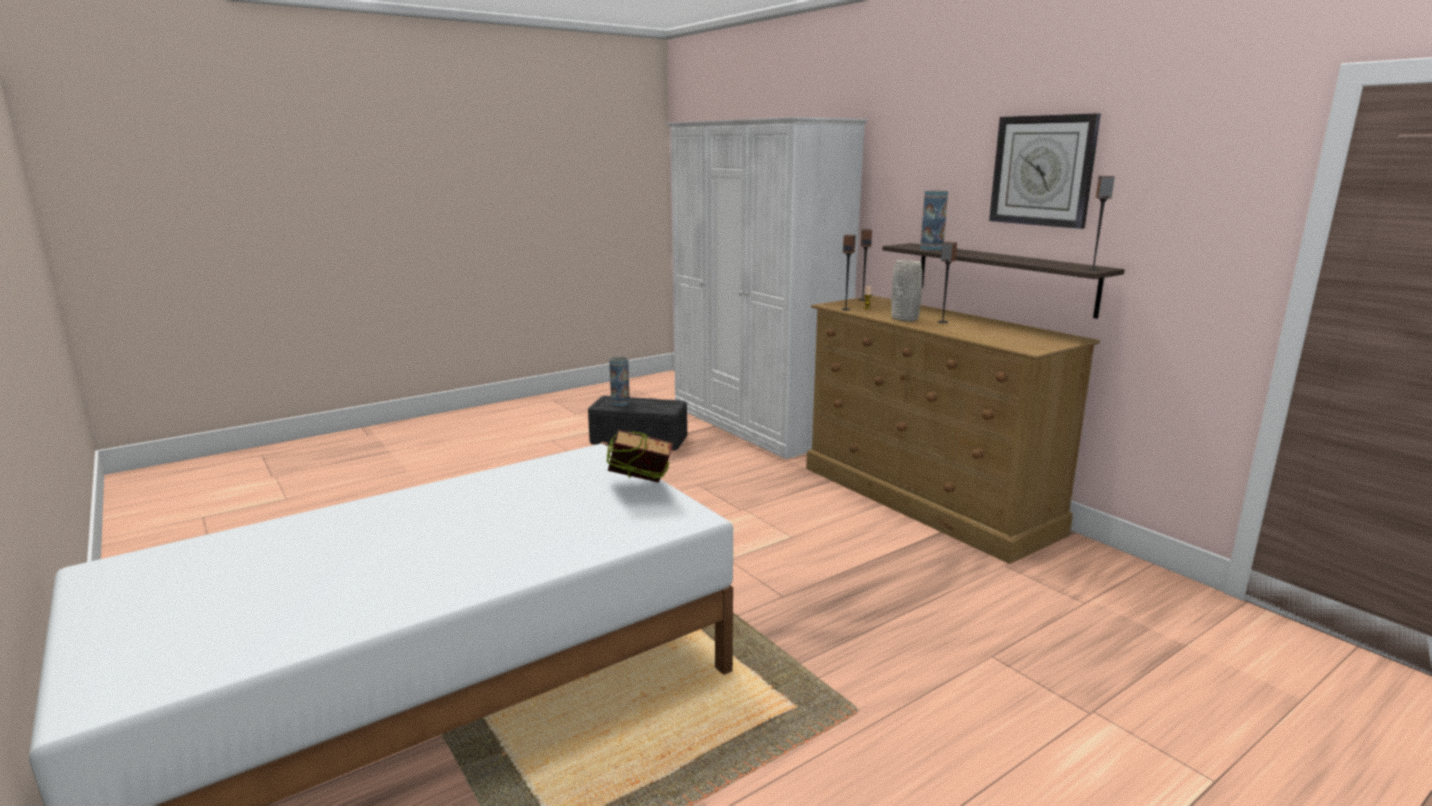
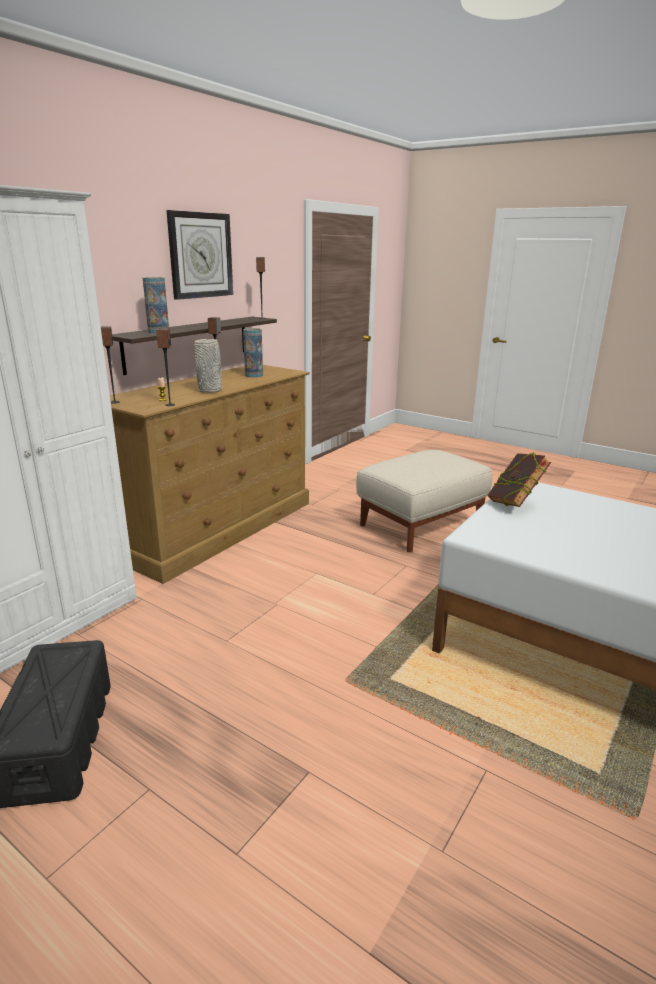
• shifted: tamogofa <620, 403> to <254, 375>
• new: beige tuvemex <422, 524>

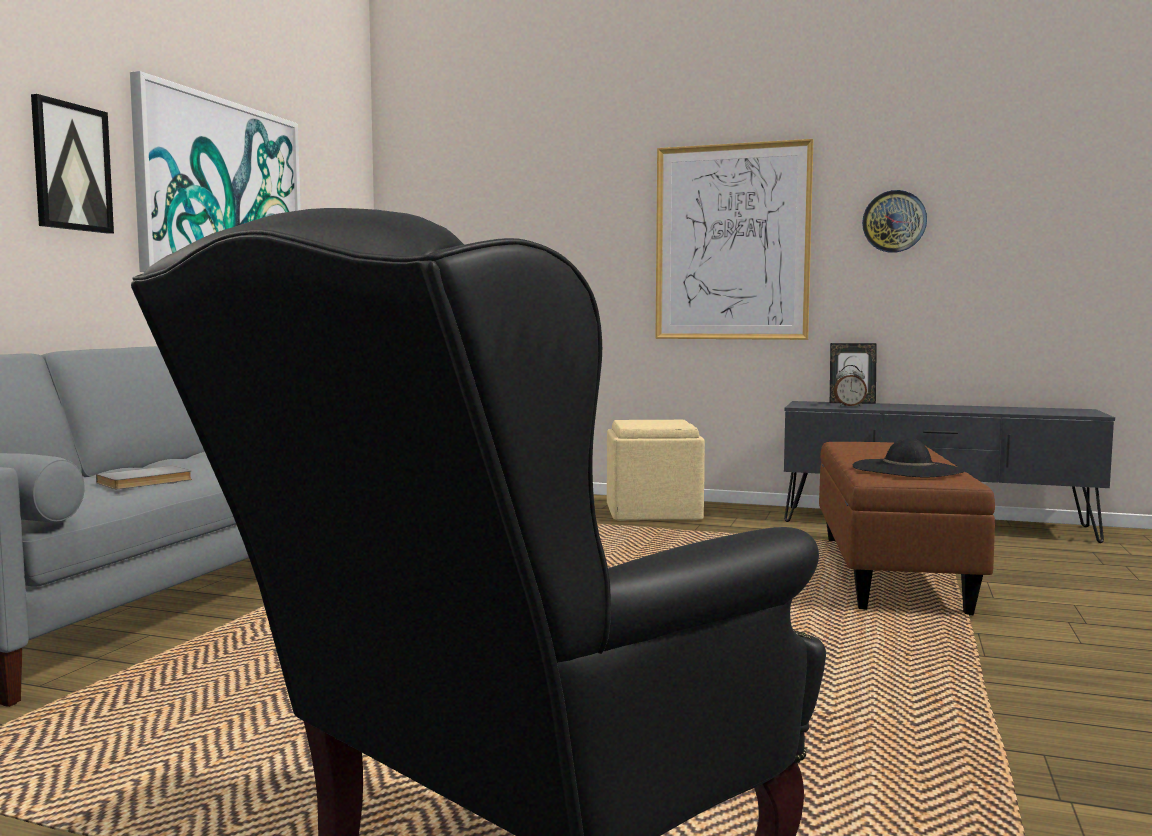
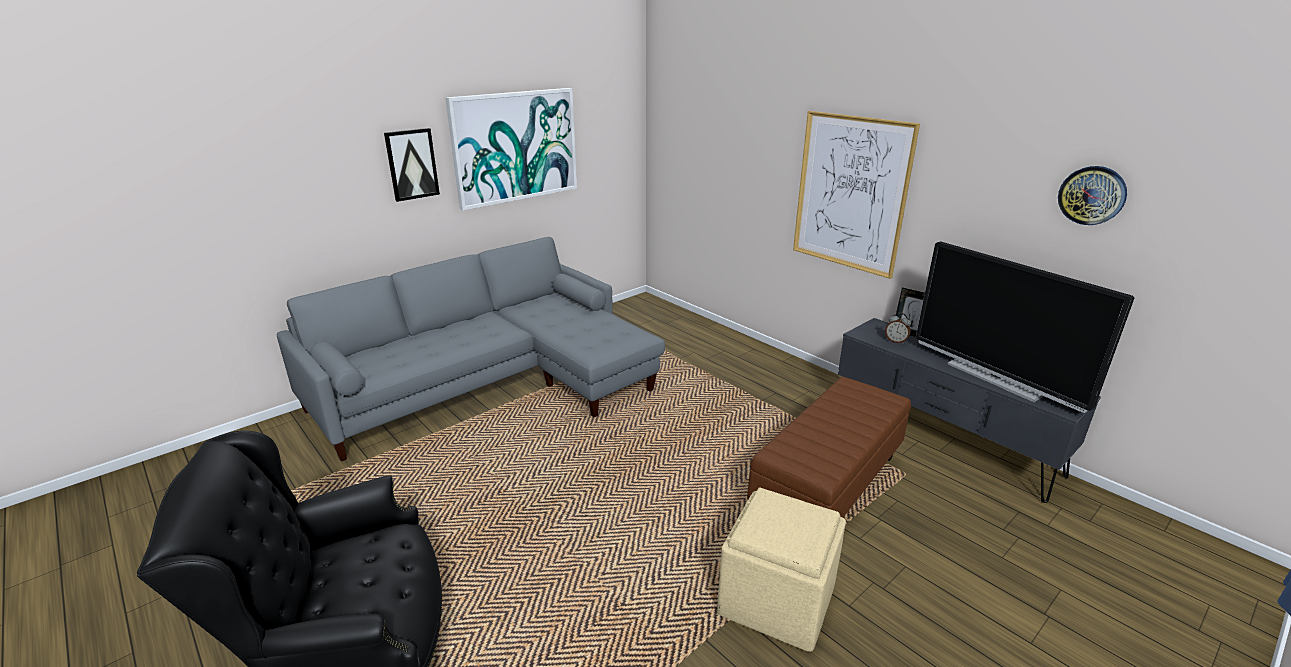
• shifted: beige tuvemex <652, 512> to <776, 597>
• new: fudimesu <996, 378>
• shifted: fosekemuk <894, 221> to <1092, 195>
• gone: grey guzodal <146, 481>
• gone: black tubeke <907, 469>

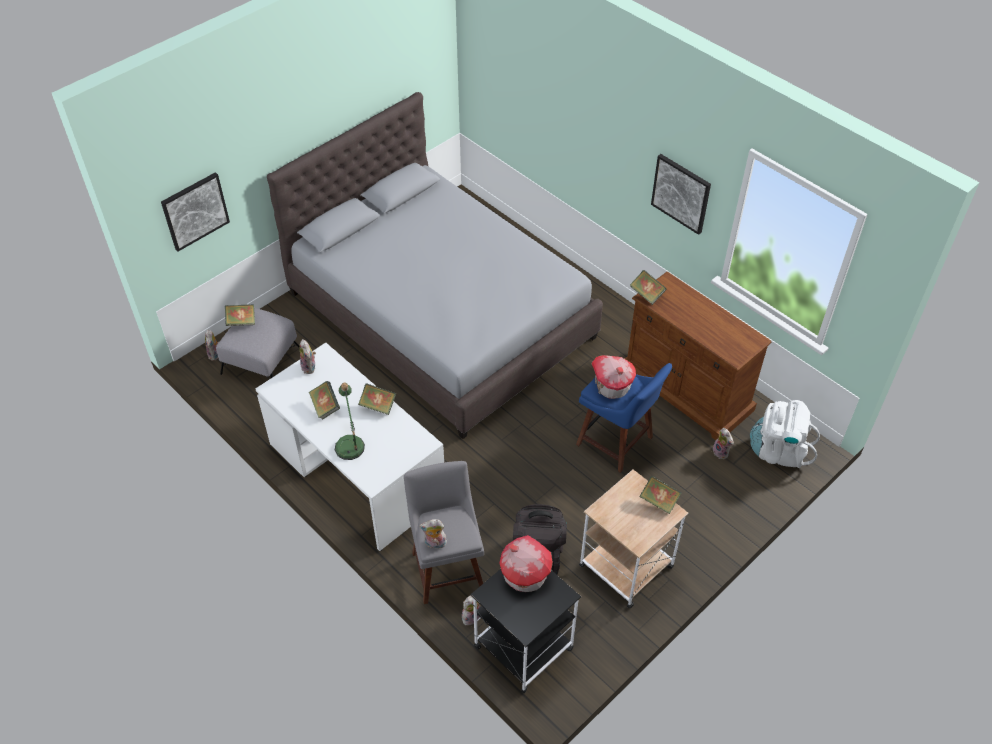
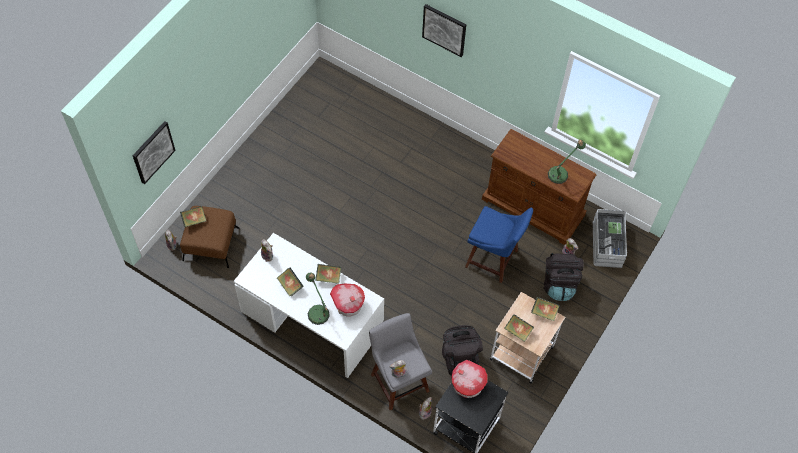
• repainted: grey tuvemex <262, 361> to brown tuvemex <211, 243>
• shifted: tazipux <612, 386> to <348, 305>
• shifted: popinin <681, 193> to <444, 29>
• shifted: guzodal <646, 294> to <518, 331>
• new: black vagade <559, 284>
• new: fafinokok <561, 173>
• swapped: white vagade <778, 451> to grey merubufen <608, 244>
• gone: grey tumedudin <441, 314>

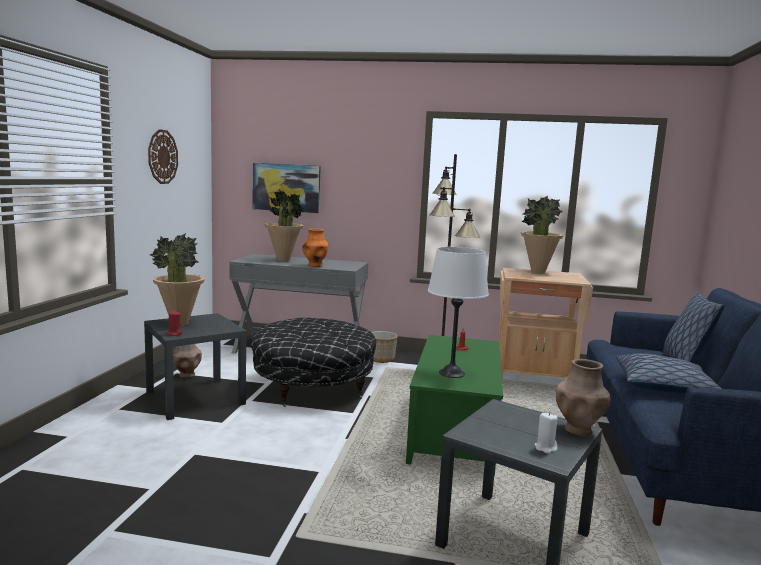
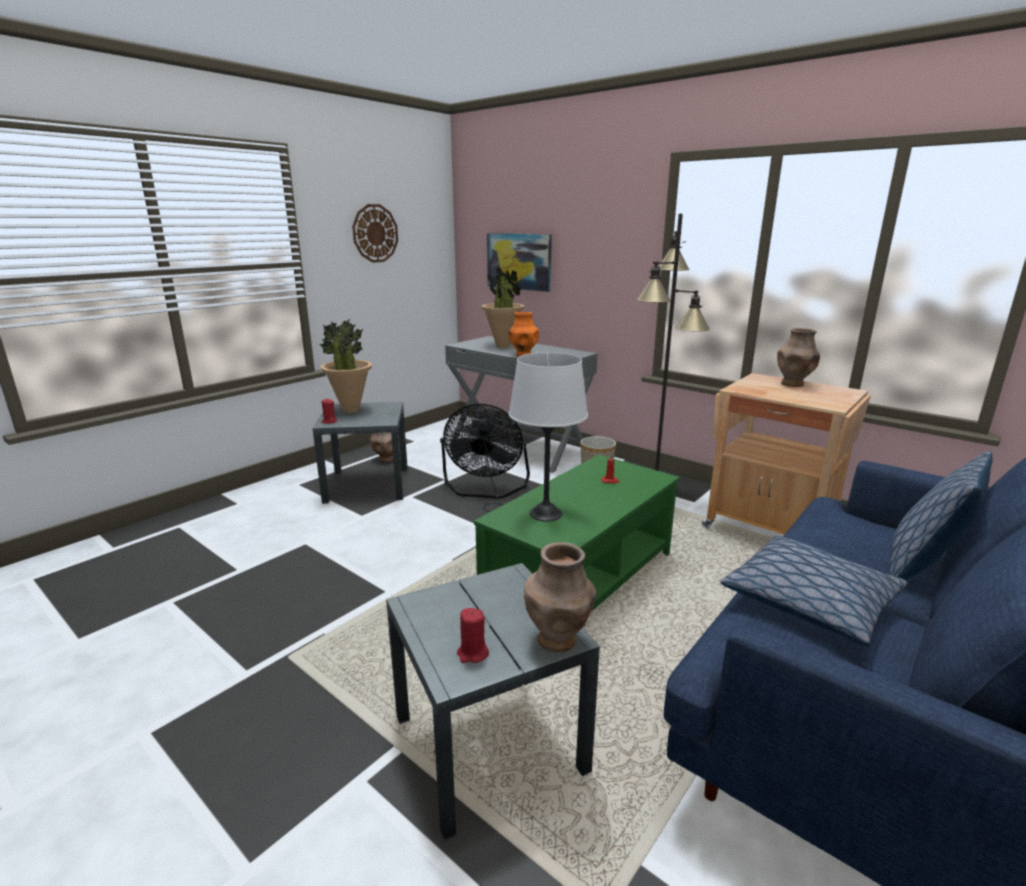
• swapped: black tuvemex <313, 387> to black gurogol <485, 492>
• repainted: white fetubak <545, 448> to red fetubak <472, 653>
• swapped: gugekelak <537, 272> to brown tamogofa <793, 384>

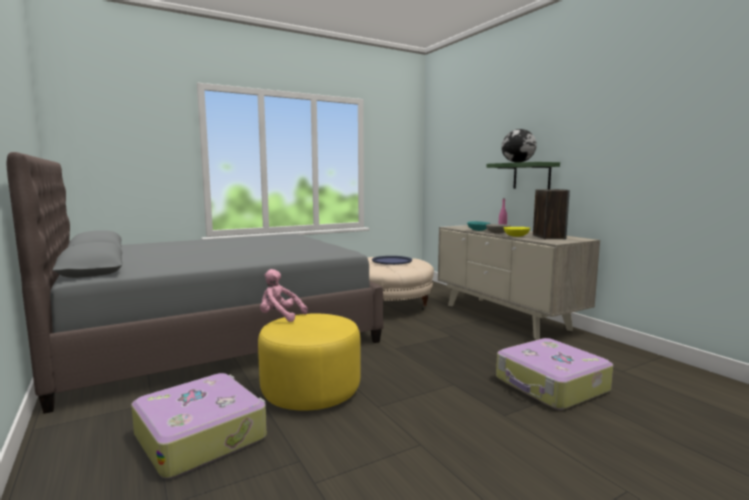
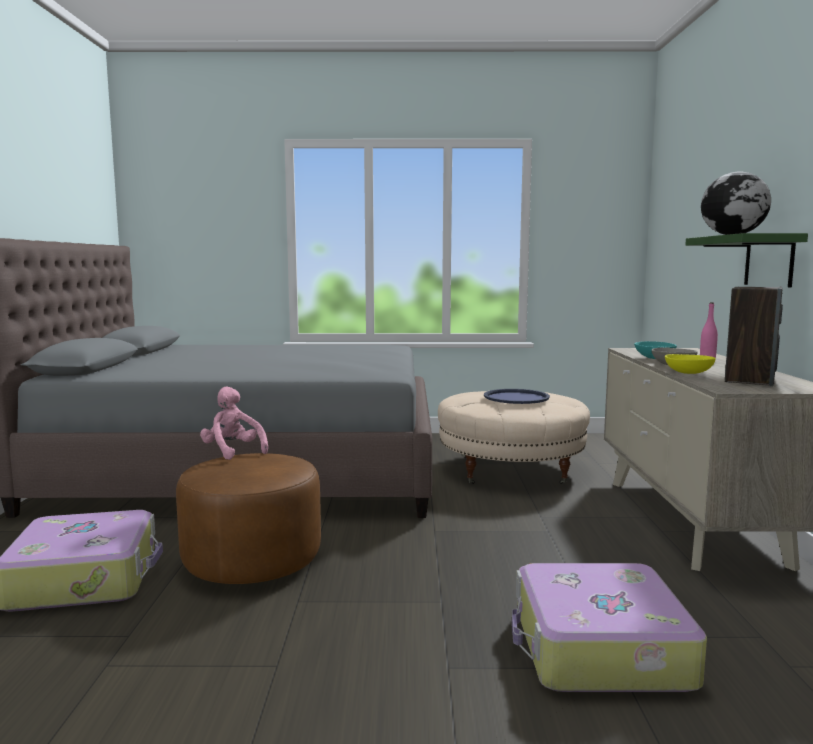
• repainted: yellow tuvemex <311, 391> to brown tuvemex <252, 560>

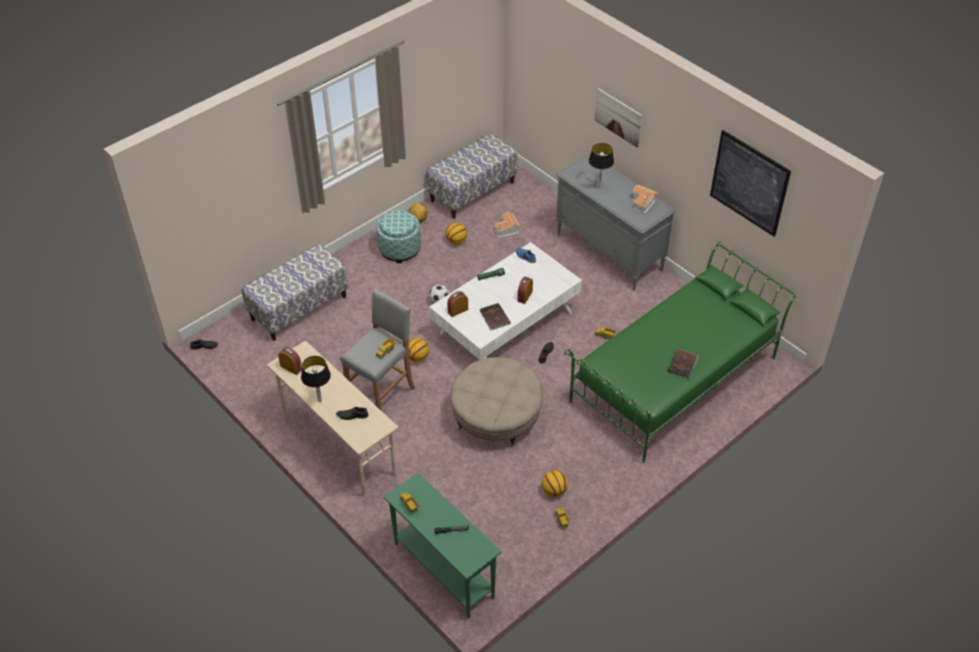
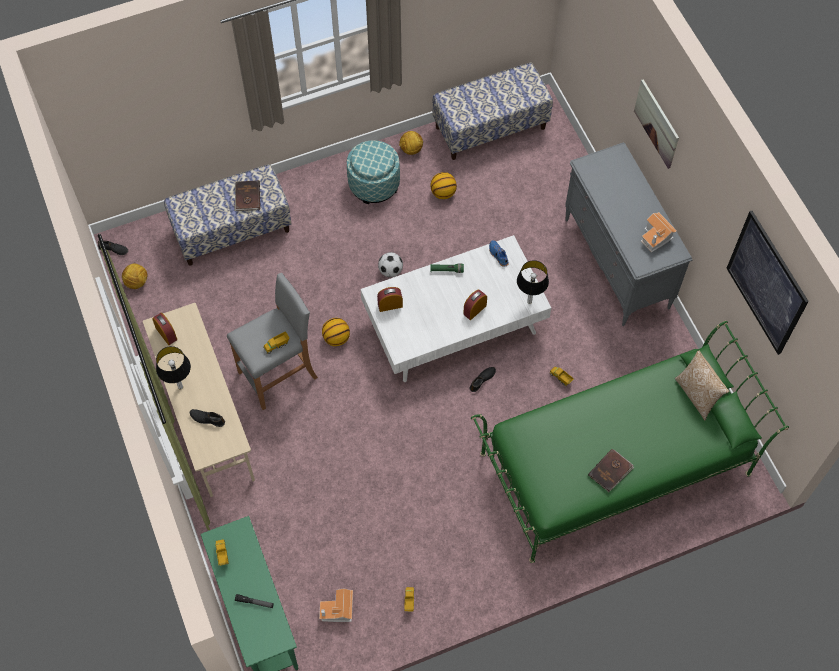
• new: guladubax <137, 282>
• shifted: brown guzodal <494, 318> to <247, 197>
• shifted: tazipux <507, 230> to <338, 611>
• shifted: fafinokok <599, 186> to <529, 302>
• new: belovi <697, 395>
• gone: beige tuvemex <496, 417>
• gone: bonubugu <554, 491>

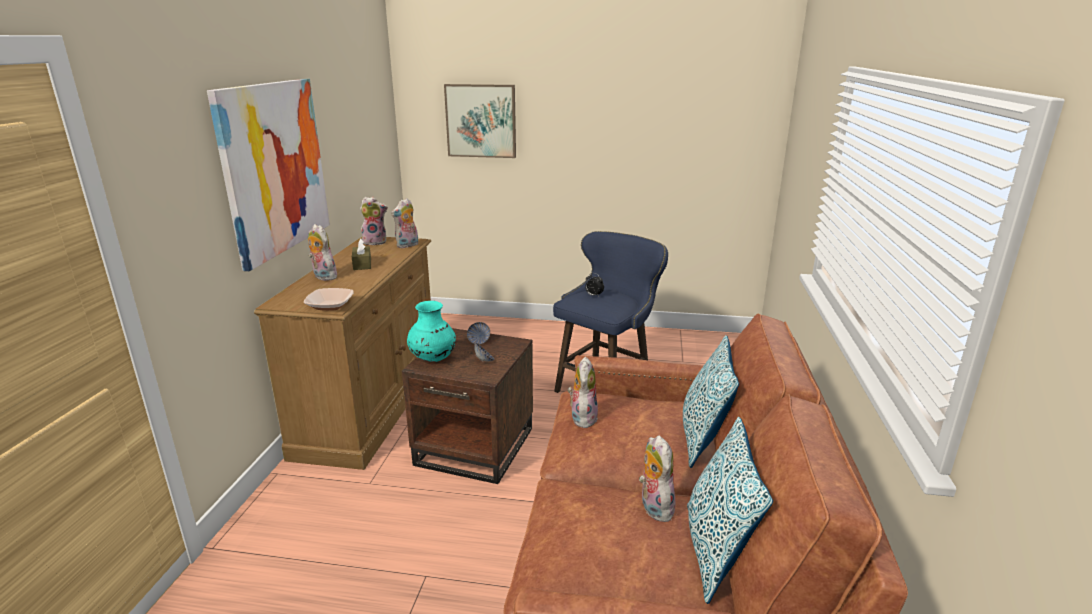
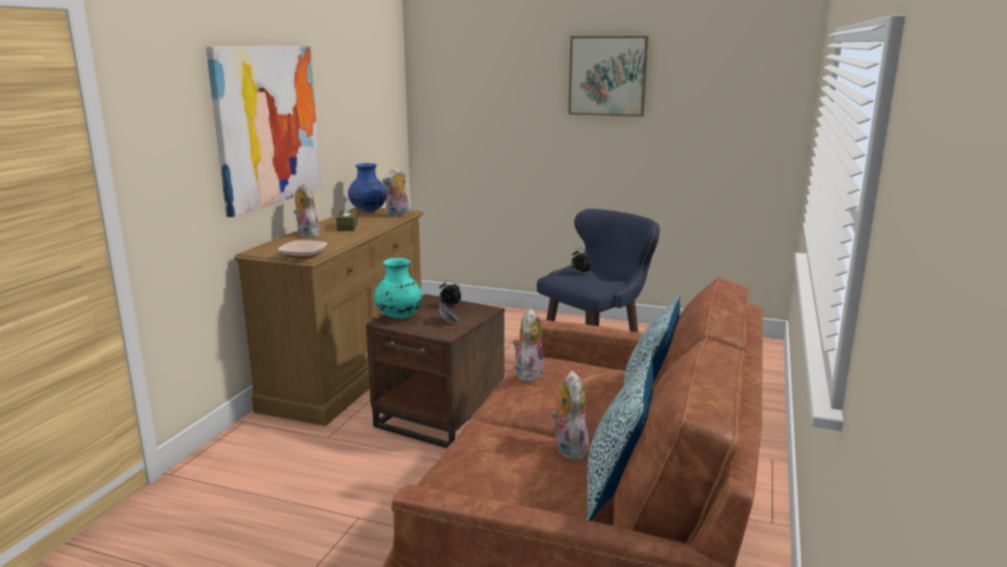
• swapped: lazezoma <375, 242> to blue tamogofa <368, 211>
• swapped: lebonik <479, 341> to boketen <450, 306>
• shifted: popinin <481, 121> to <607, 76>

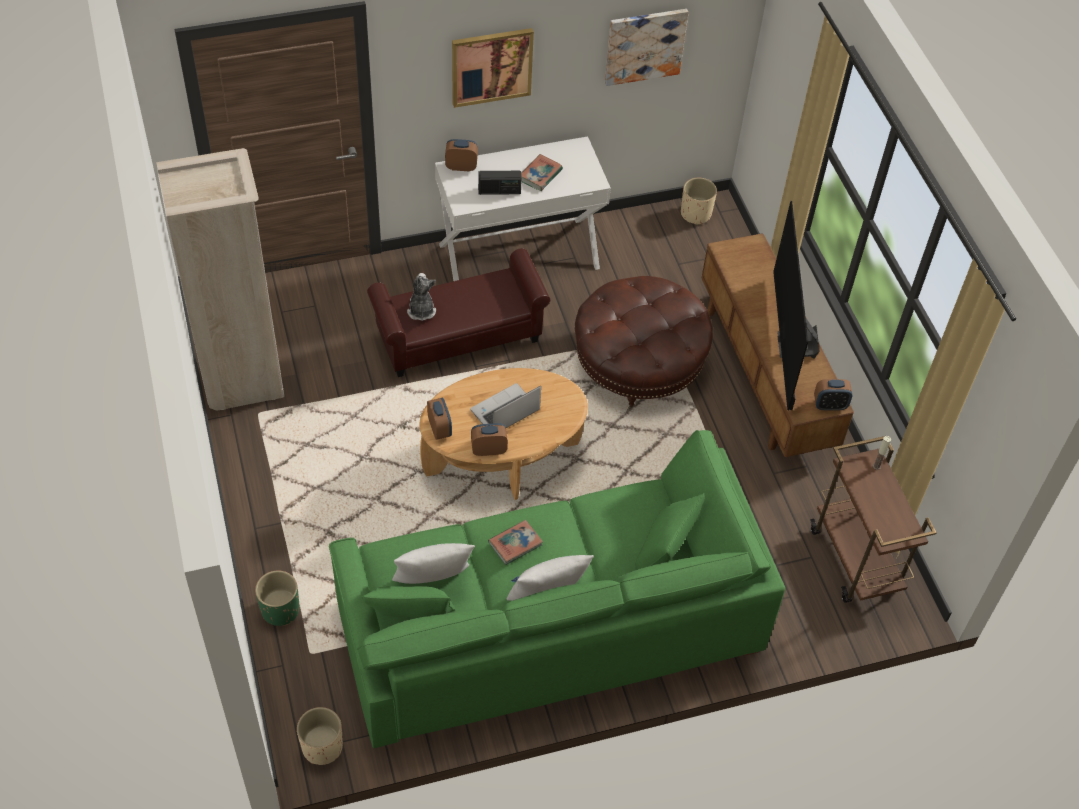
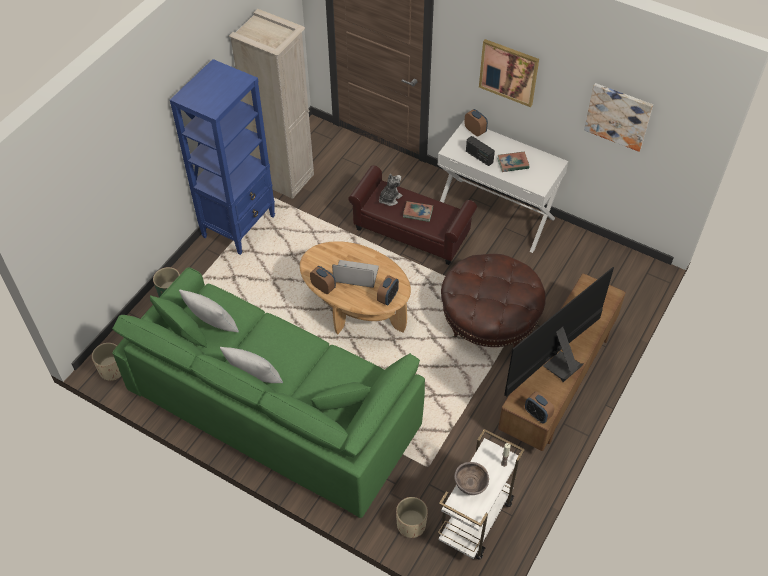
• new: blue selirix <239, 226>
• shifted: boketen <439, 429> to <388, 298>
• shifted: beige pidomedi <696, 214> to <411, 525>
• shifted: guzodal <515, 544> to <418, 212>
• repainted: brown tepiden <854, 564> to white tepiden <474, 523>
• new: brown lebonik <470, 486>

